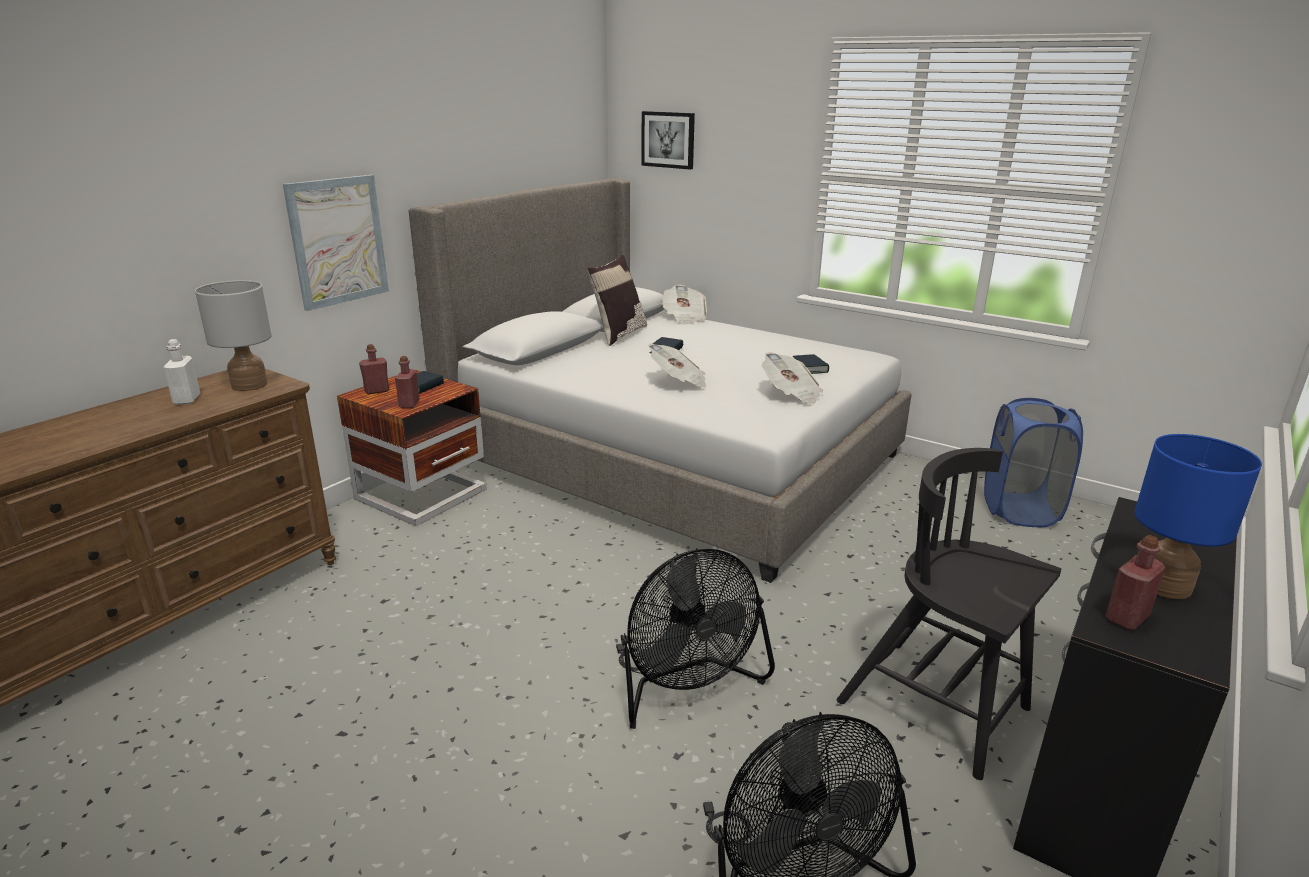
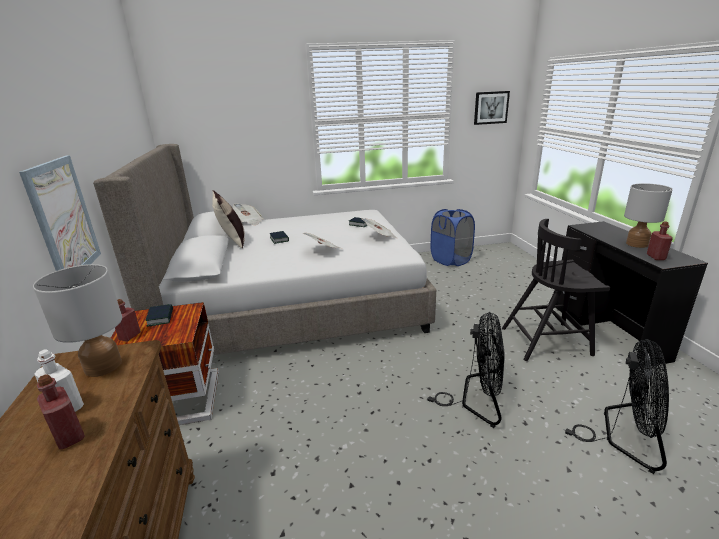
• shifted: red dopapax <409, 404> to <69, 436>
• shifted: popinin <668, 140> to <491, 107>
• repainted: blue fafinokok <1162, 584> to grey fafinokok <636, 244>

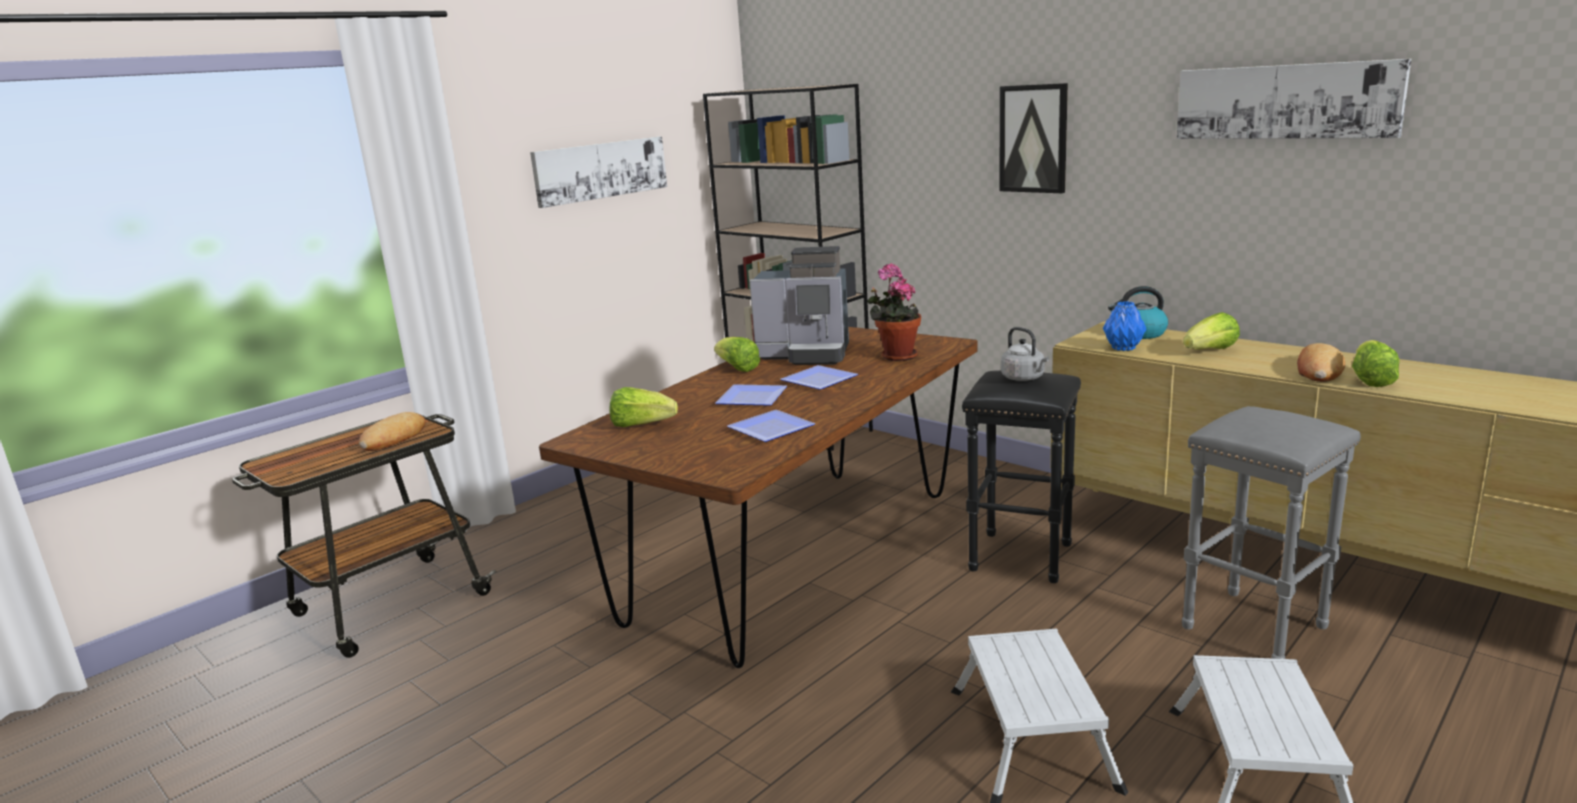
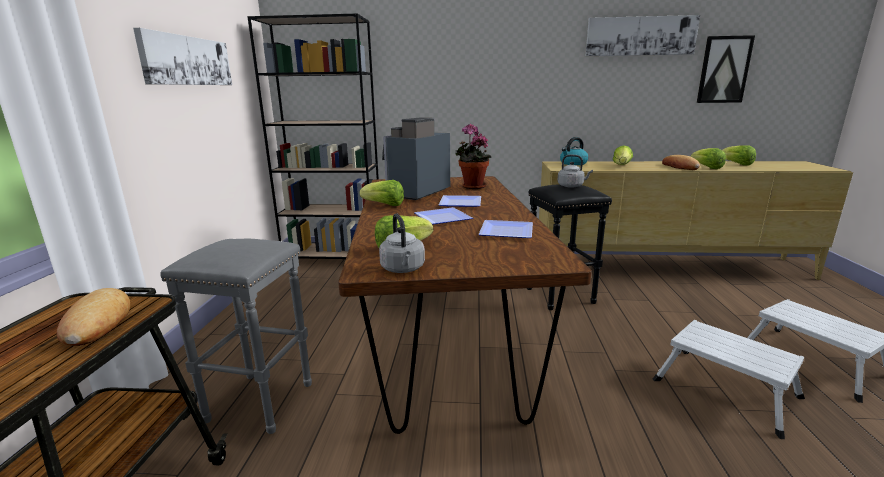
• shifted: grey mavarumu <1252, 625> to <259, 400>
• new: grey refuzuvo <403, 269>
• rotated: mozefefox <807, 355> = <414, 193> 150 degrees clockwise
• shifted: popinin <1033, 139> to <723, 70>
• new: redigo <736, 164>
• gone: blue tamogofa <1122, 348>

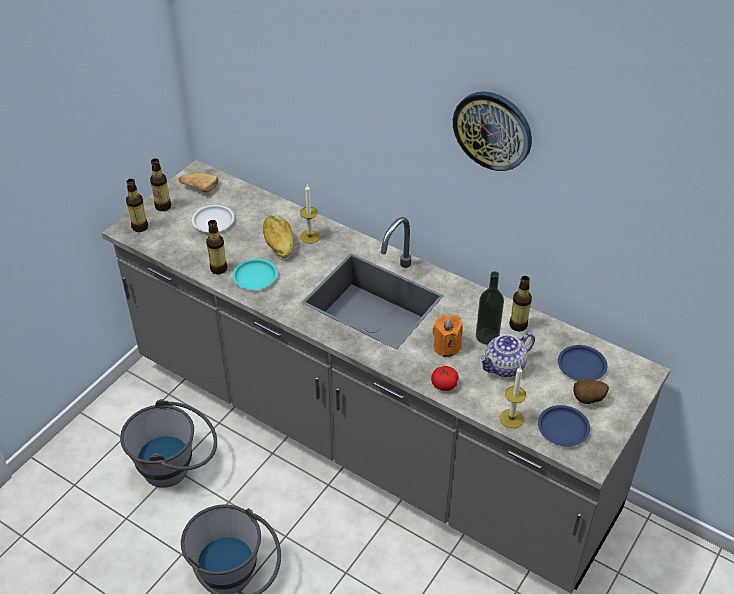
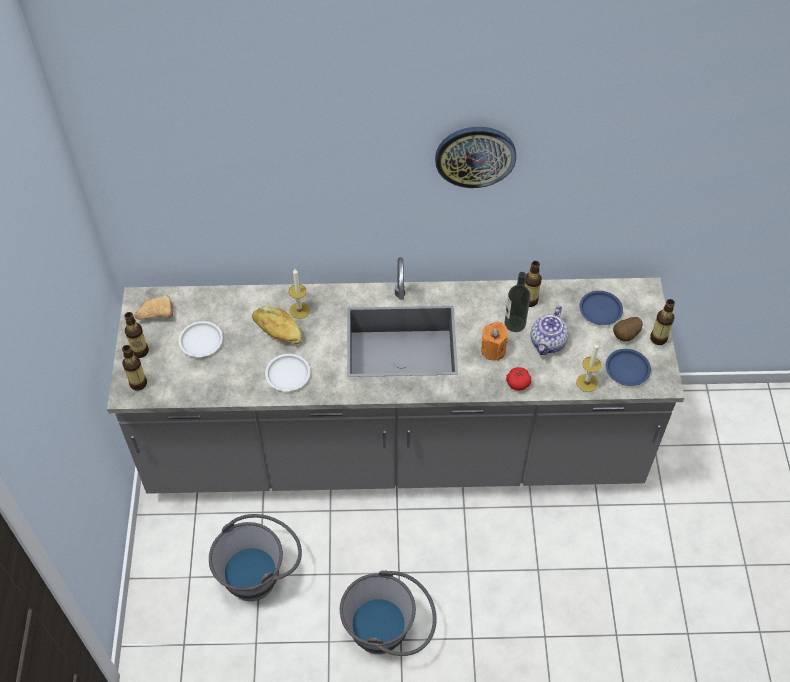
• repainted: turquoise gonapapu <255, 277> to white gonapapu <288, 374>
• shifted: dopapax <218, 269> to <658, 338>

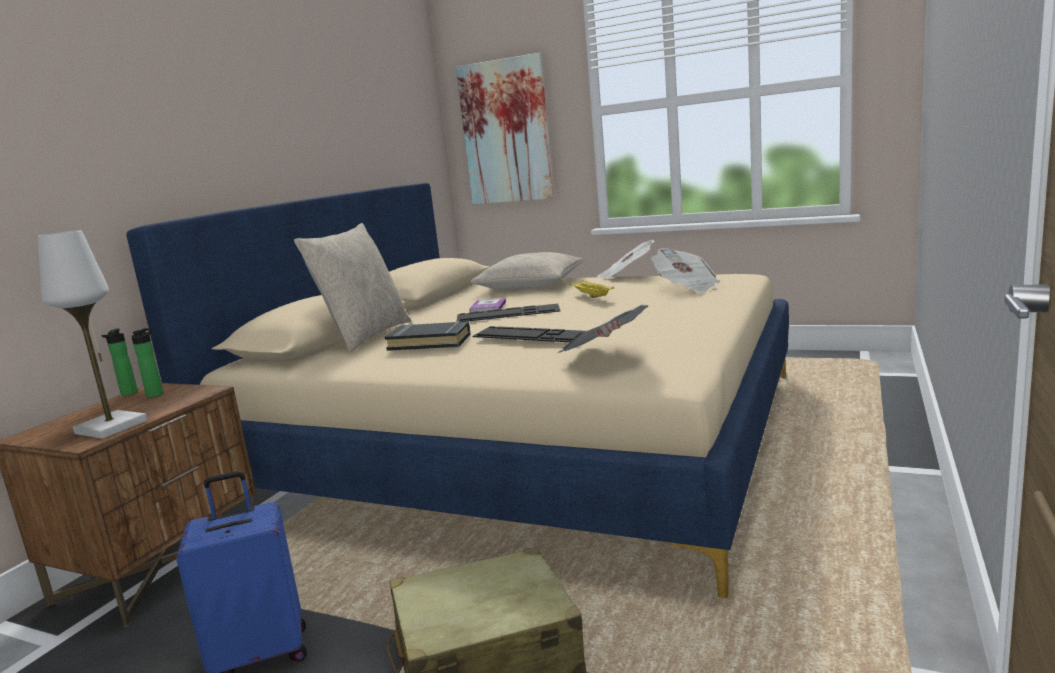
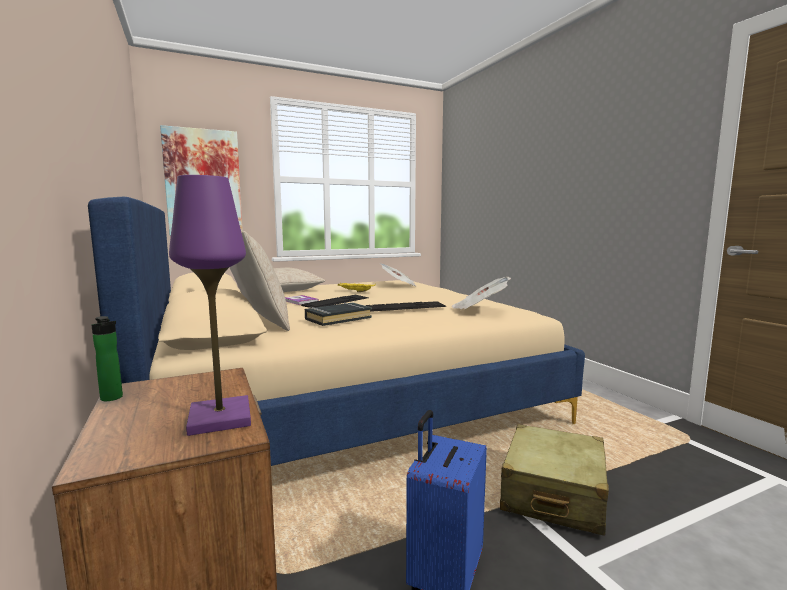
• repainted: white fafinokok <111, 427> to purple fafinokok <219, 418>
• gone: dopapax <156, 394>
• gone: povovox <626, 275>

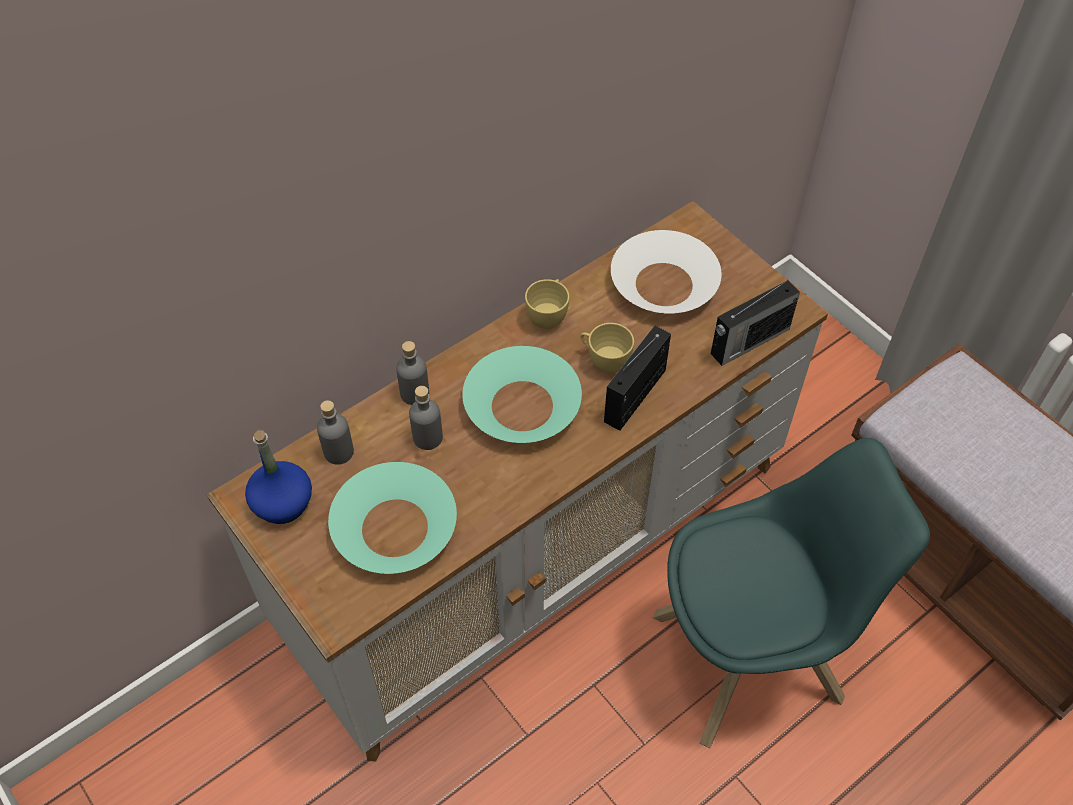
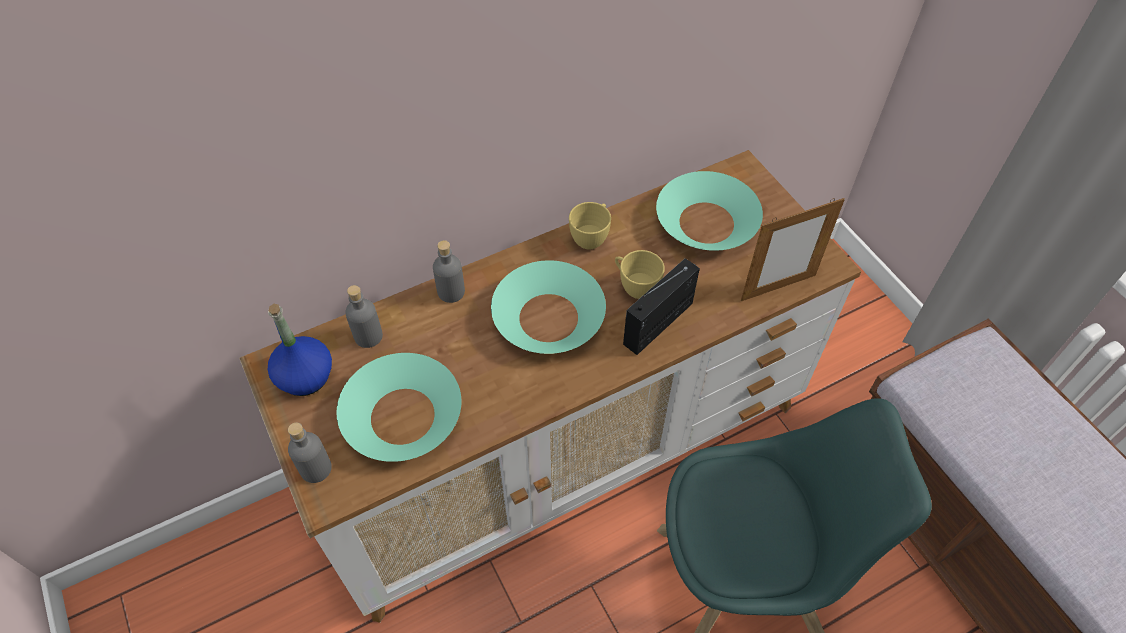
• shifted: grey dopapax <427, 437> to <316, 468>
• repainted: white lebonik <664, 283> to turquoise lebonik <706, 222>
• swapped: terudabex <748, 342> to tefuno <778, 287>

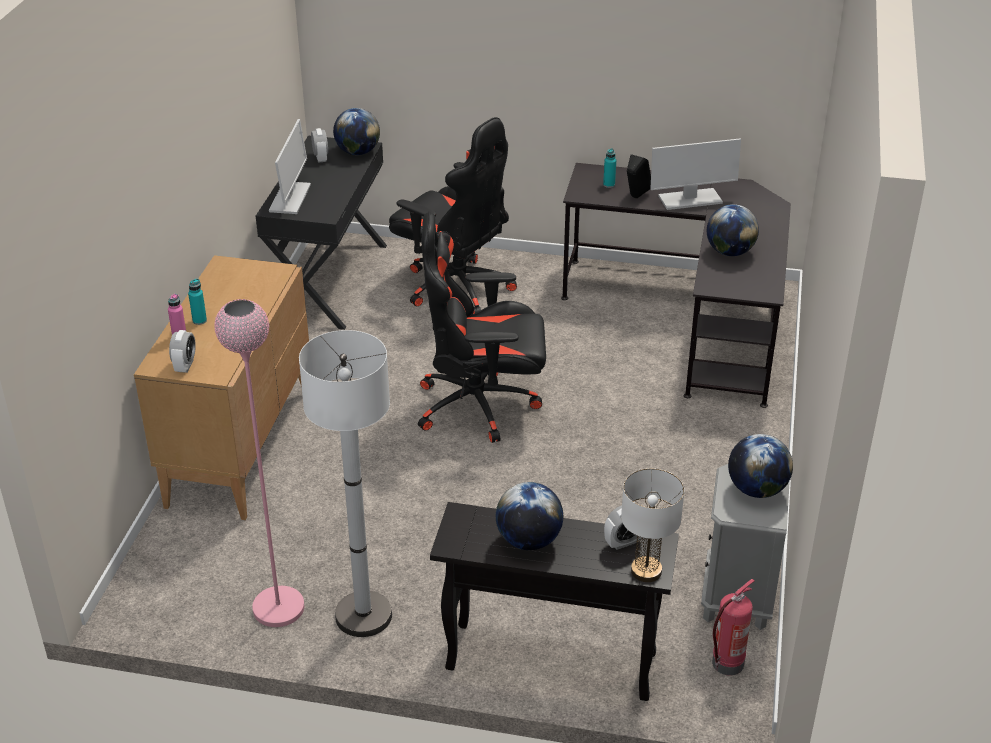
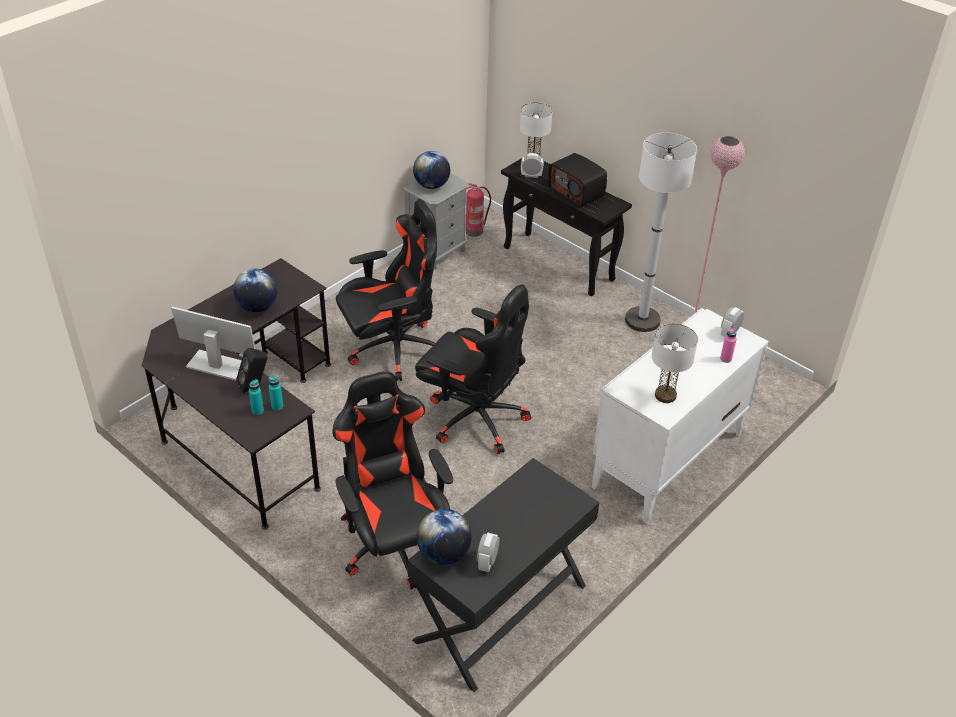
• shifted: turquoise dopapax <199, 320> to <277, 406>
• new: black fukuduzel <390, 352>
• swapped: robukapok <529, 541> to terudabex <577, 192>
• repainted: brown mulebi <241, 447> to white mulebi <667, 460>
• new: fafinokok <665, 396>
• gone: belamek <290, 198>

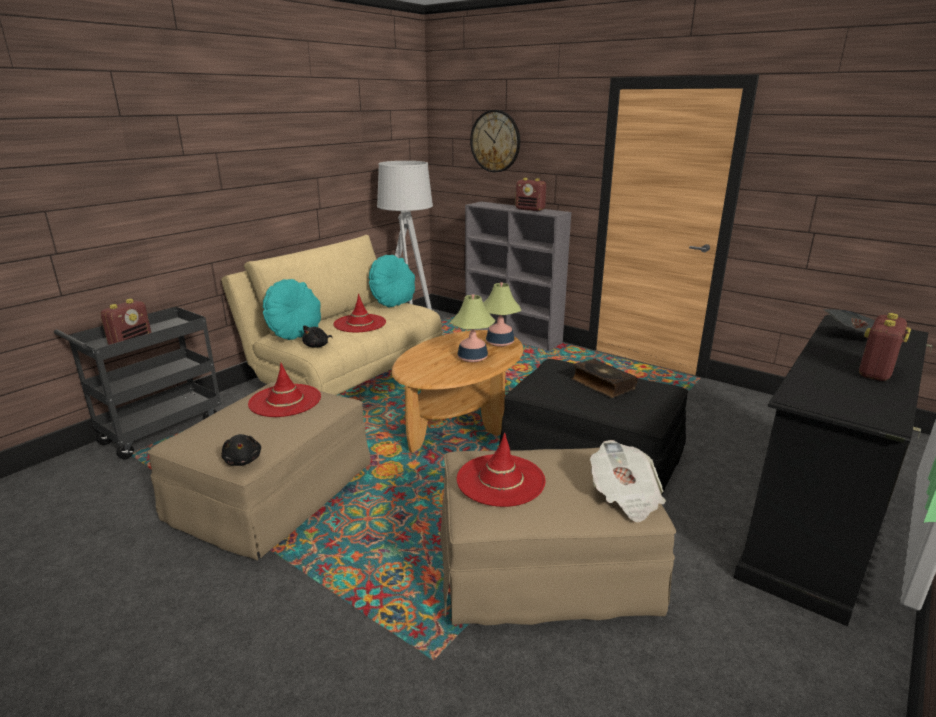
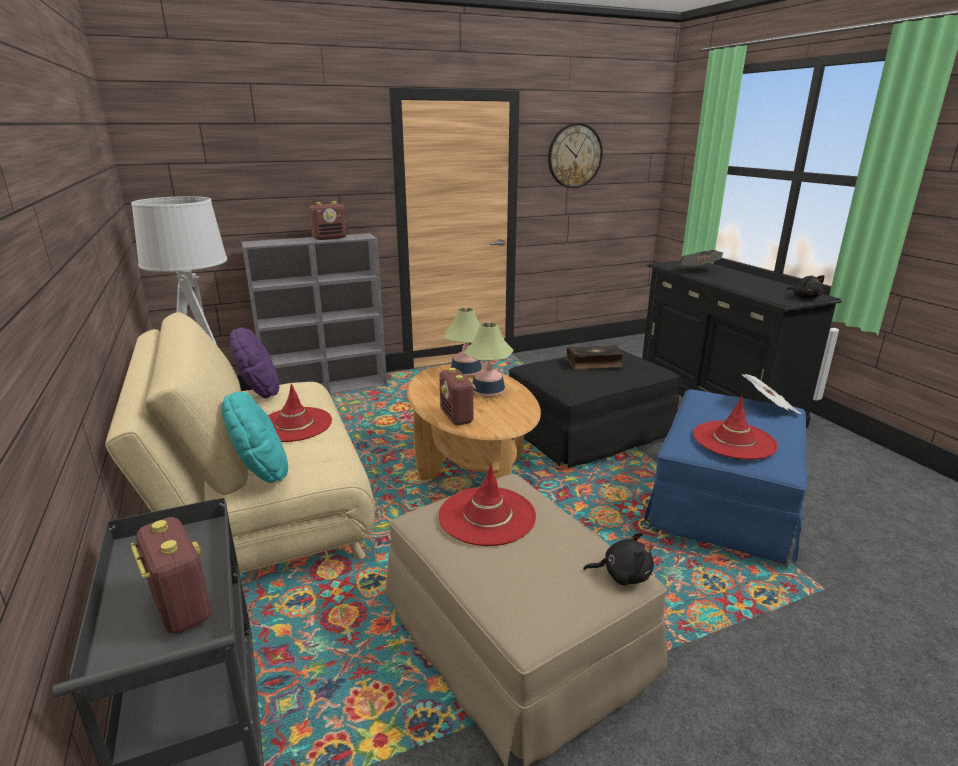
• repainted: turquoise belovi <393, 304> to purple belovi <259, 393>
• shifted: terudabex <876, 372> to <457, 417>
• shifted: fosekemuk <495, 141> to <574, 156>
• repainted: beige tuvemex <545, 567> to blue tuvemex <724, 501>
• shifted: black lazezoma <317, 346> to <805, 297>

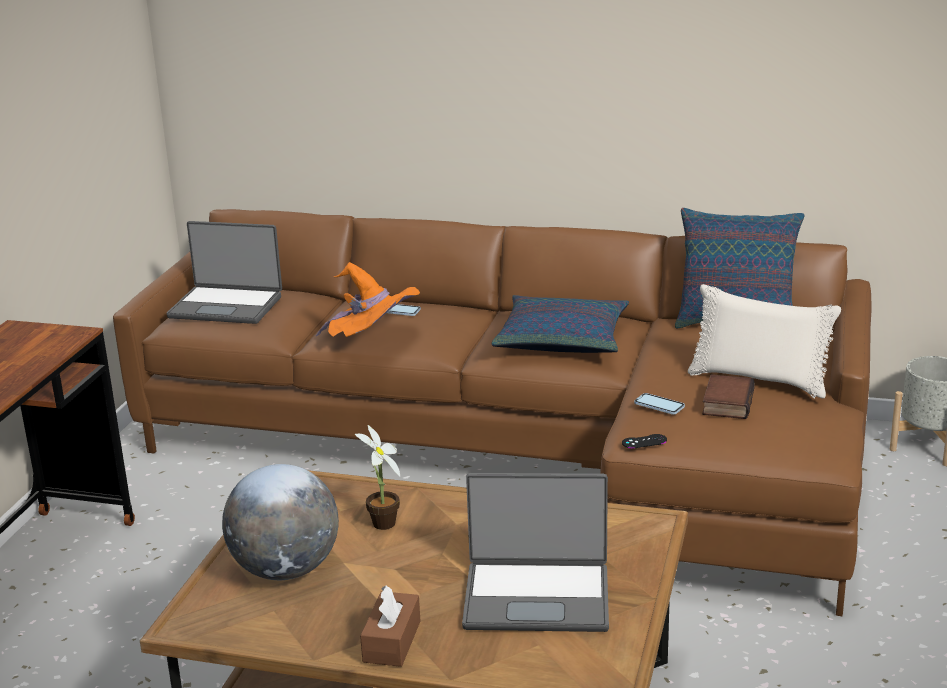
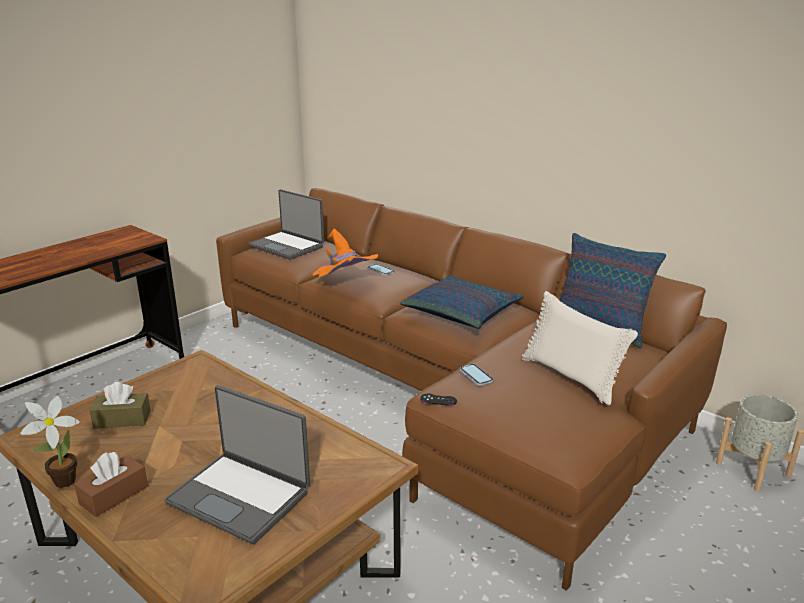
• shifted: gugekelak <382, 526> to <61, 483>
• swapped: robukapok <285, 570> to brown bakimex <122, 419>
• gone: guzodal <726, 402>

